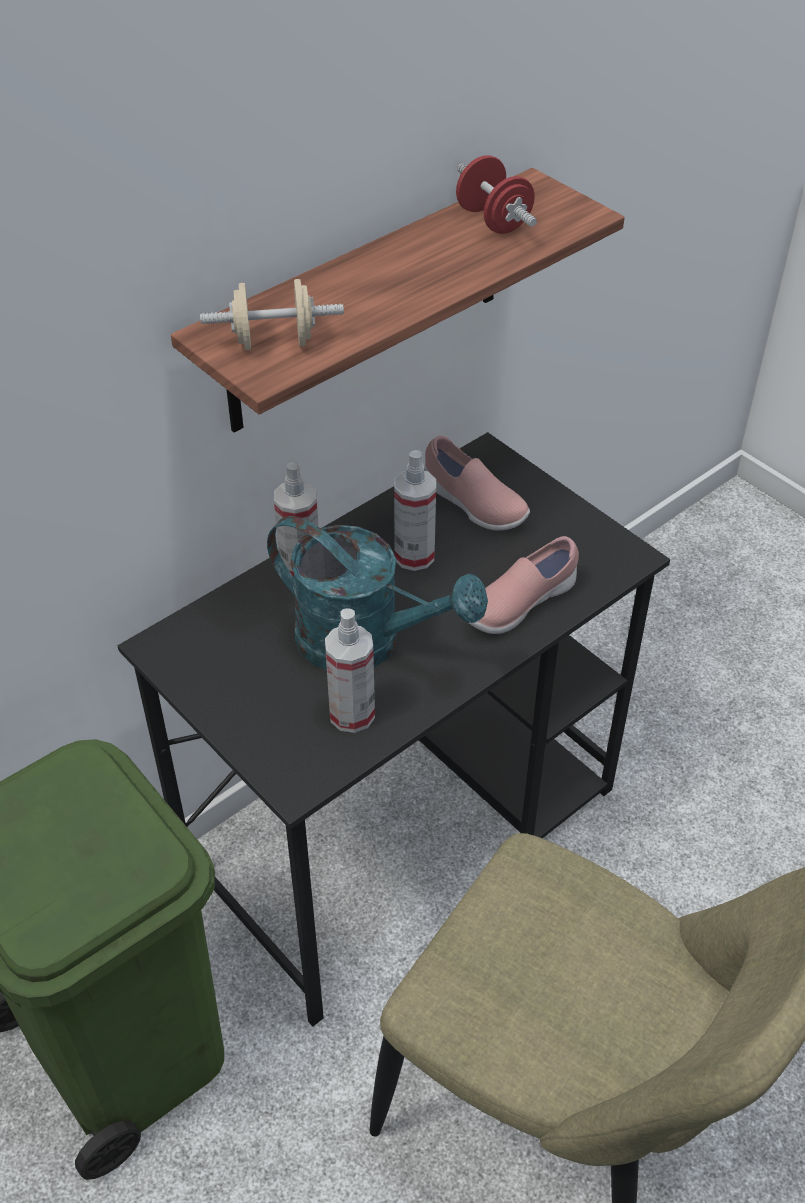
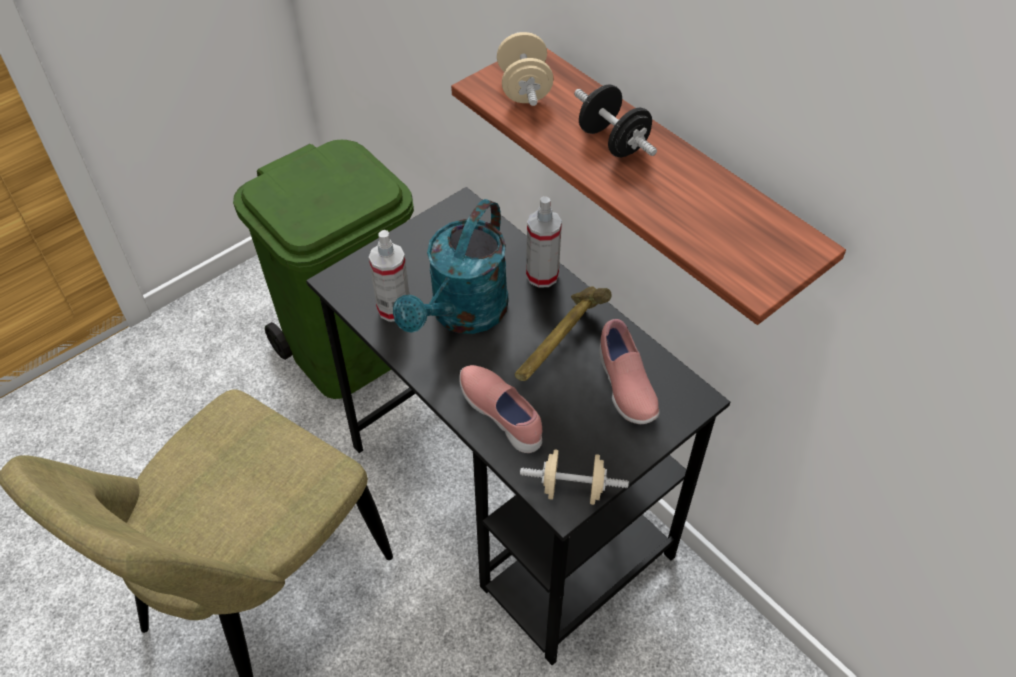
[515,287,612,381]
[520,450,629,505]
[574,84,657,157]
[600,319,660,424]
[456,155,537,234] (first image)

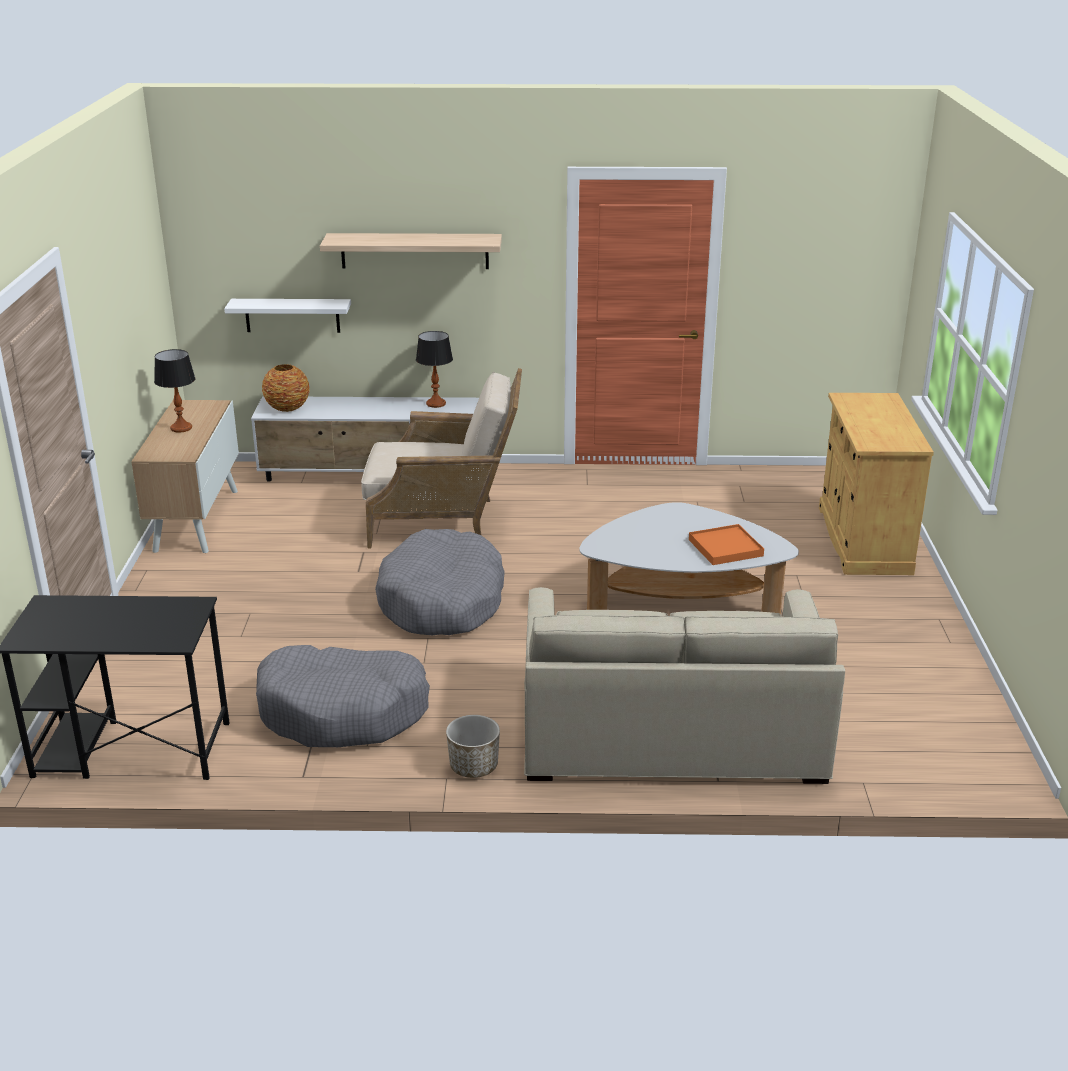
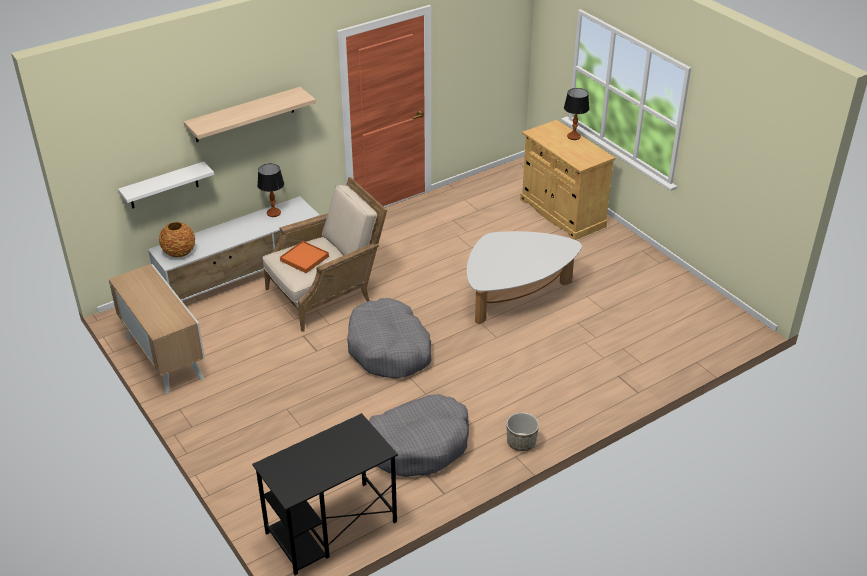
[280,241,329,273]
[564,88,589,140]
[524,587,845,784] (first image)

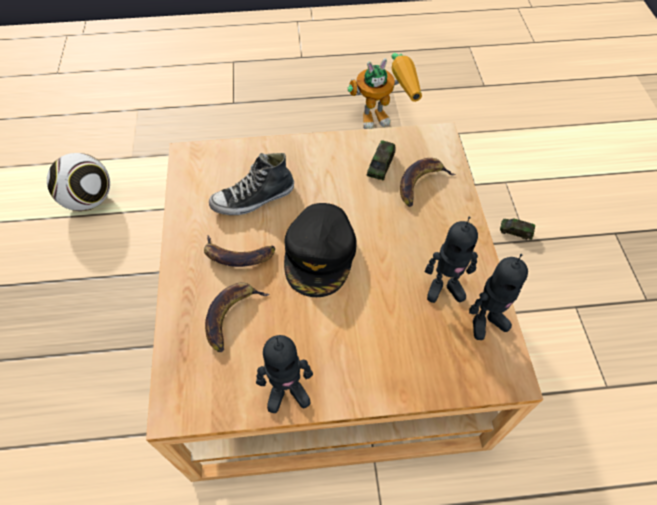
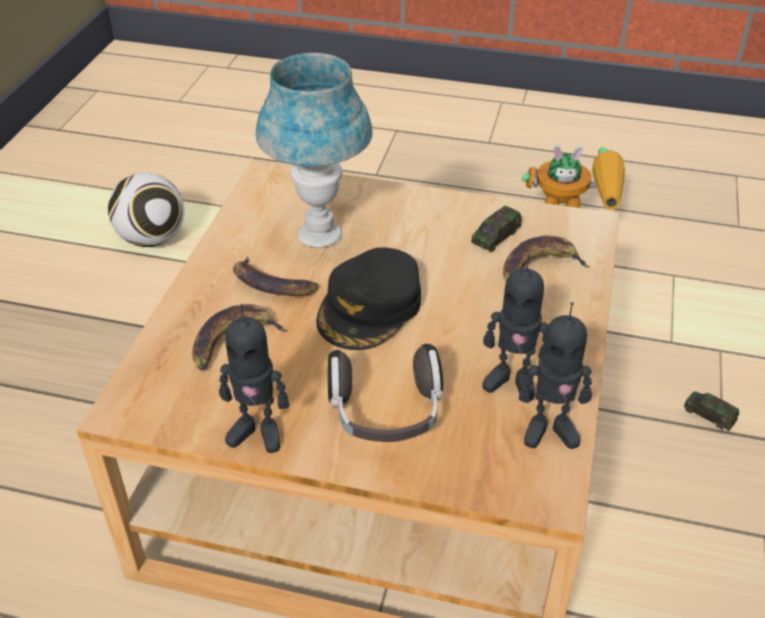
[256,53,372,248]
[328,344,443,442]

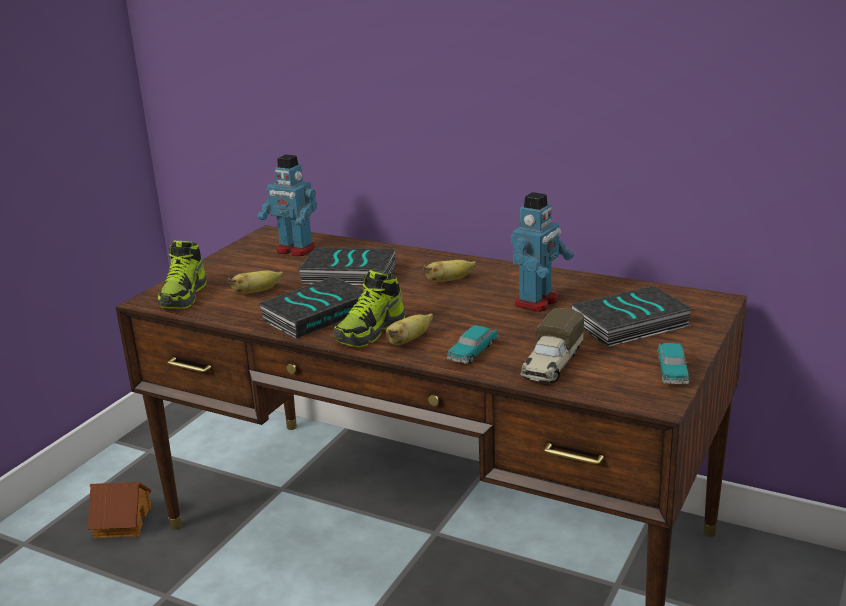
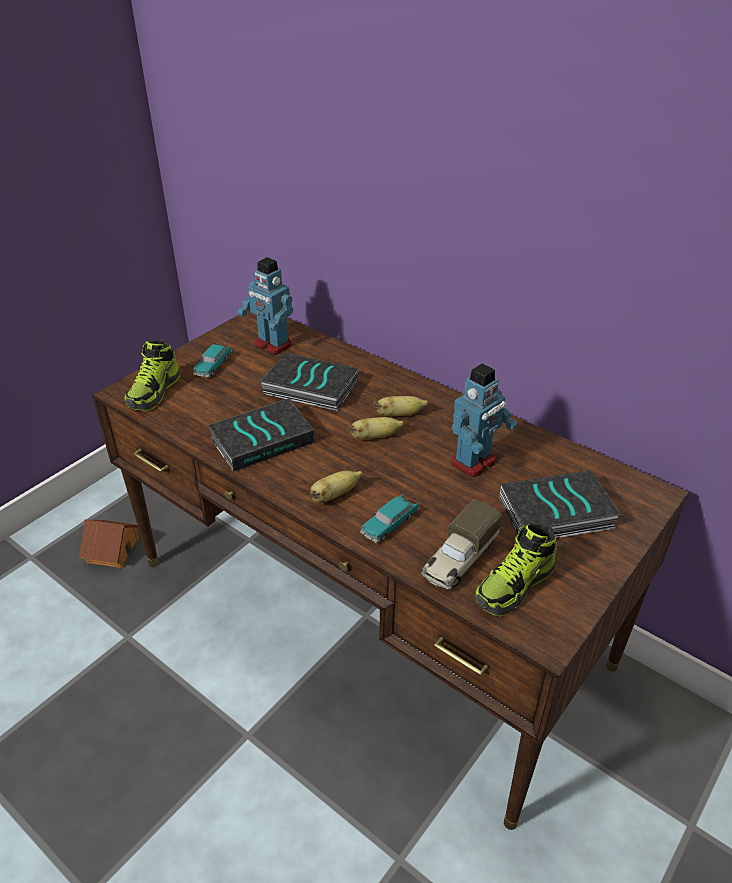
[193,343,232,378]
[348,417,404,439]
[476,523,557,617]

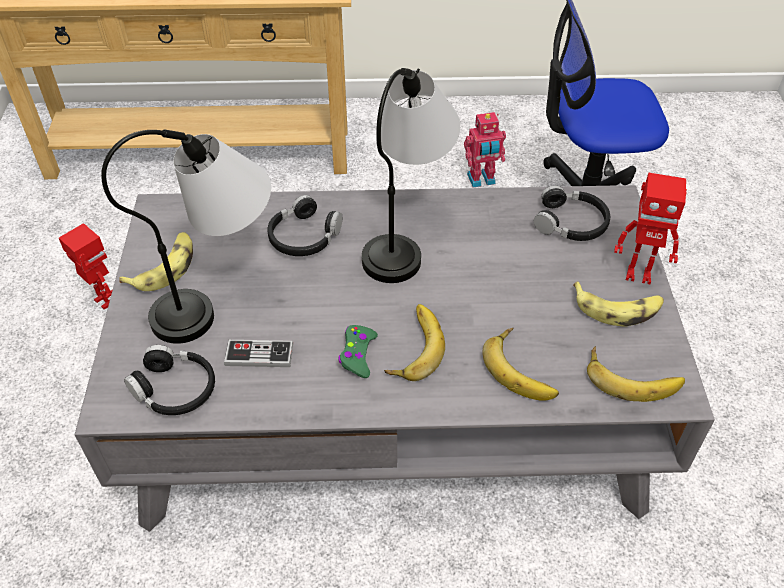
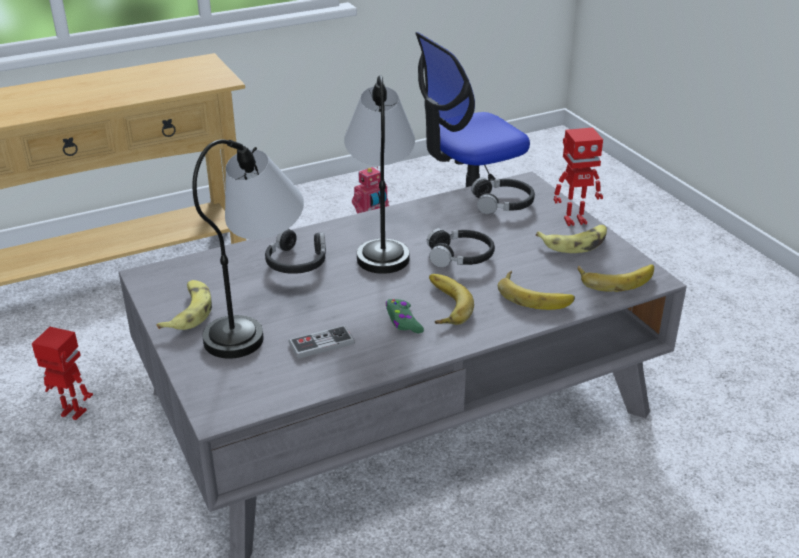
[427,228,495,267]

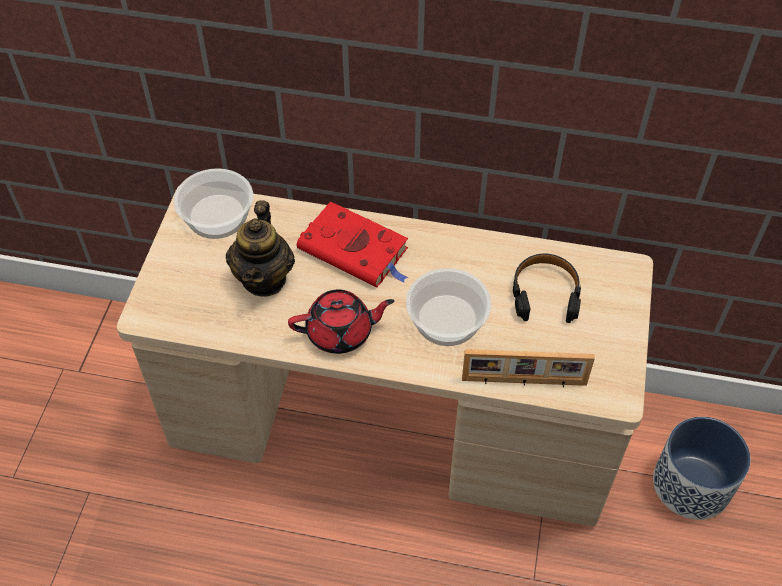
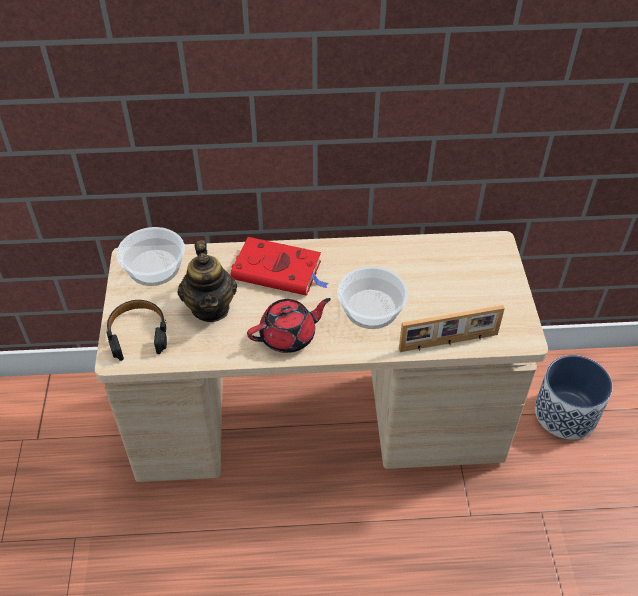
[106,300,167,361]

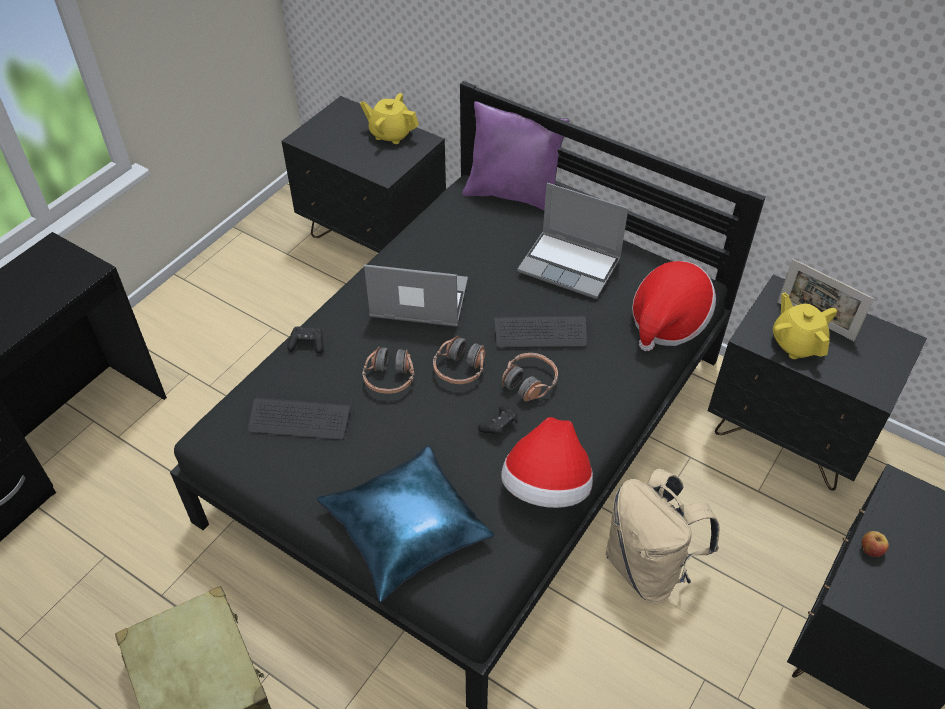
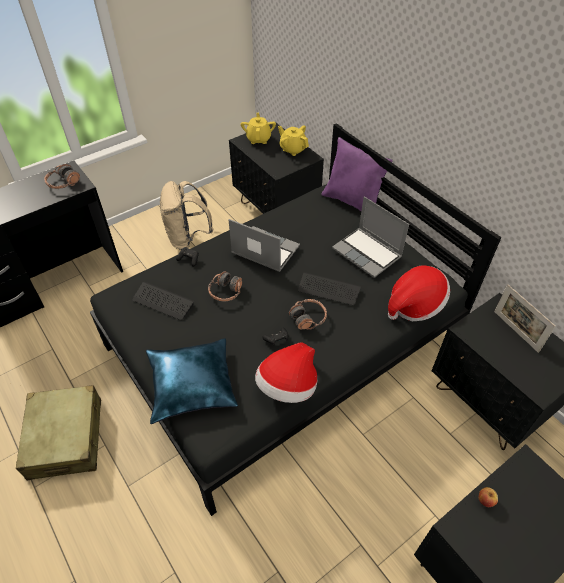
[44,164,80,189]
[160,181,214,250]
[241,113,276,144]

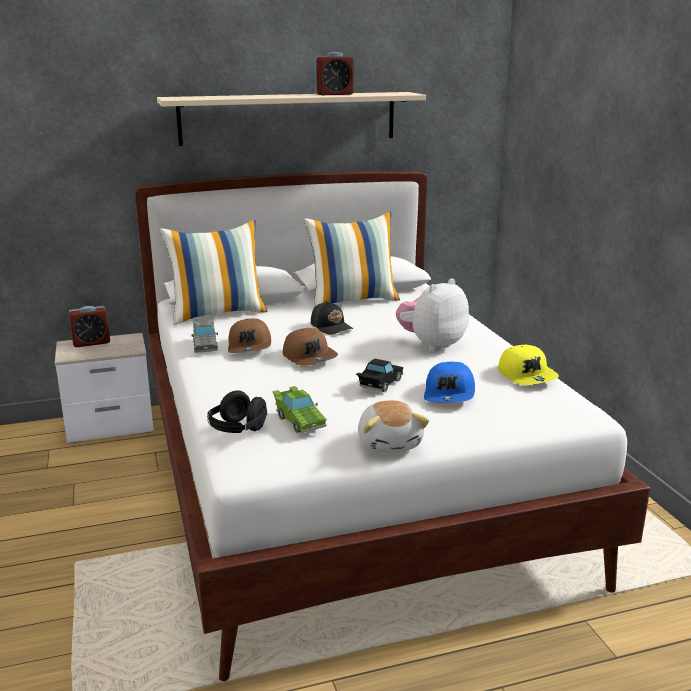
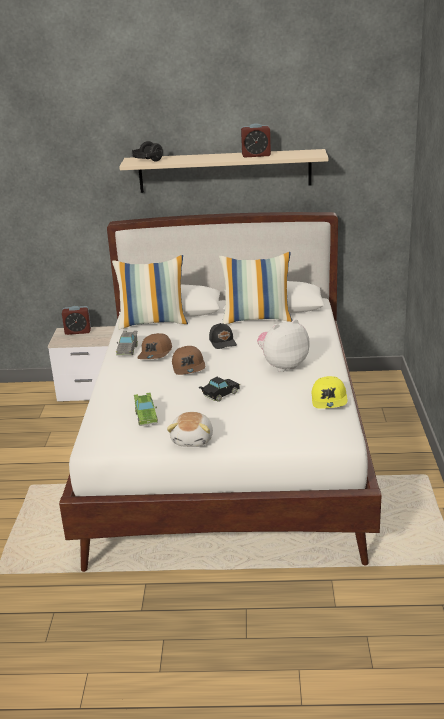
[131,141,163,162]
[424,362,475,402] (first image)

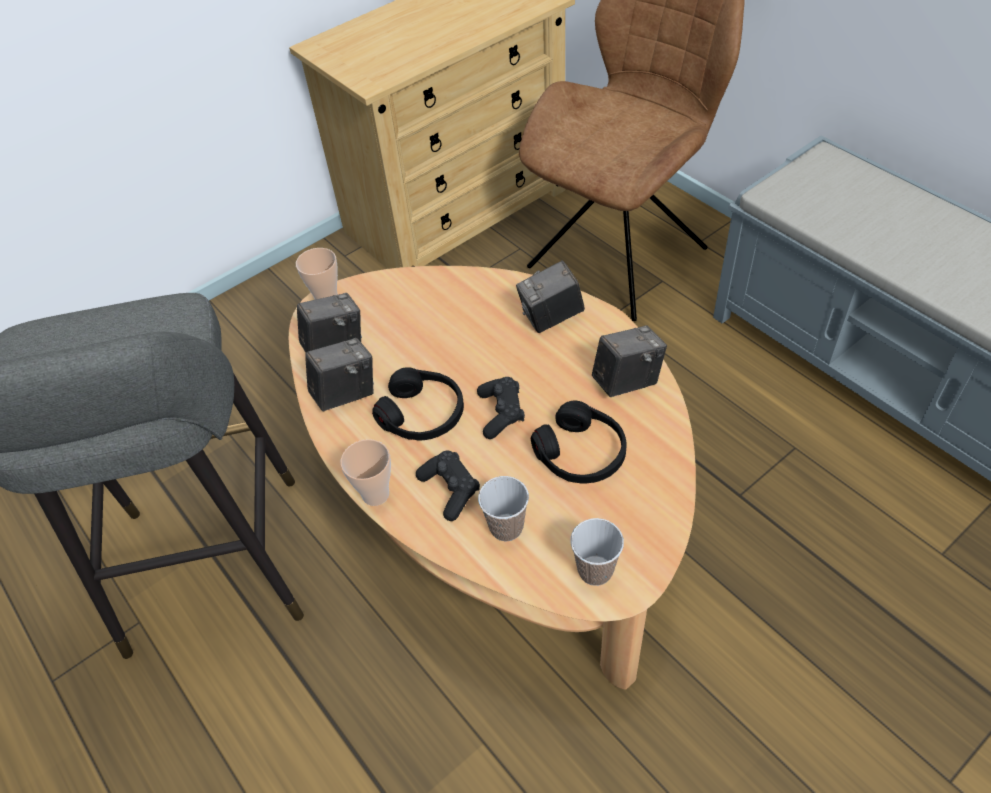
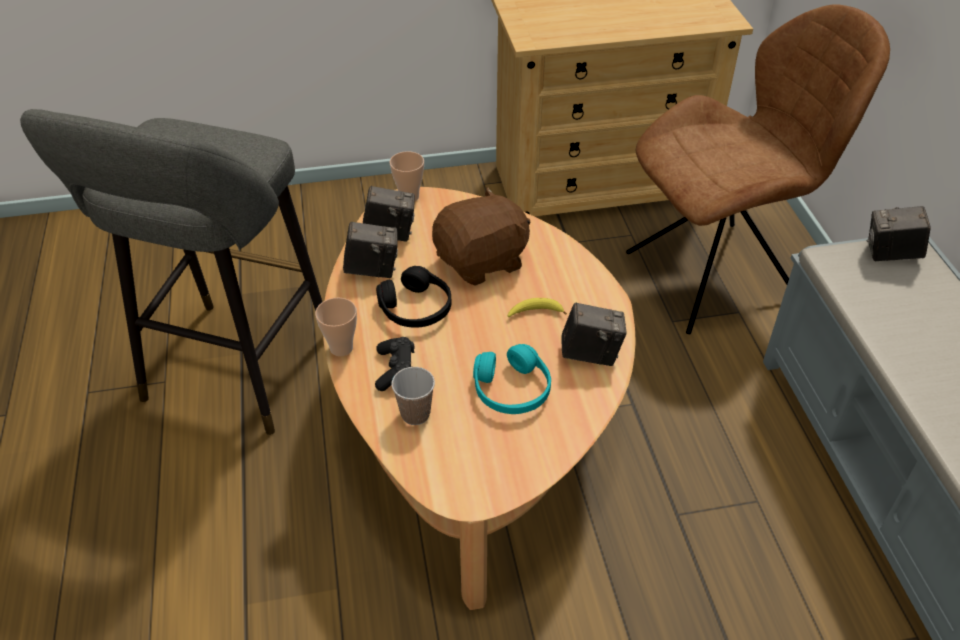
[432,187,530,286]
[473,344,551,414]
[507,298,567,317]
[867,206,931,261]
[477,377,525,439] (first image)
[570,518,624,586] (first image)

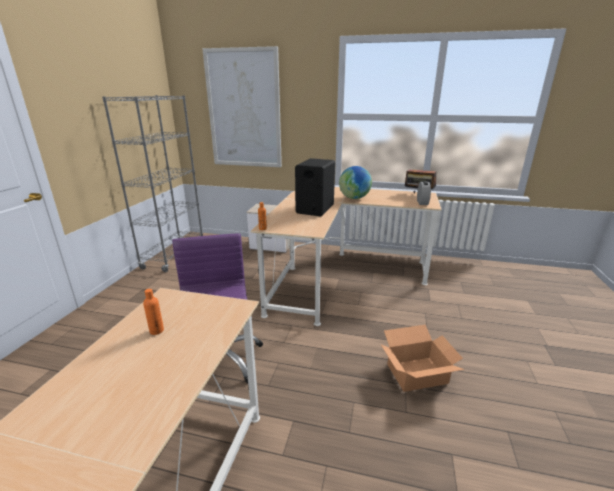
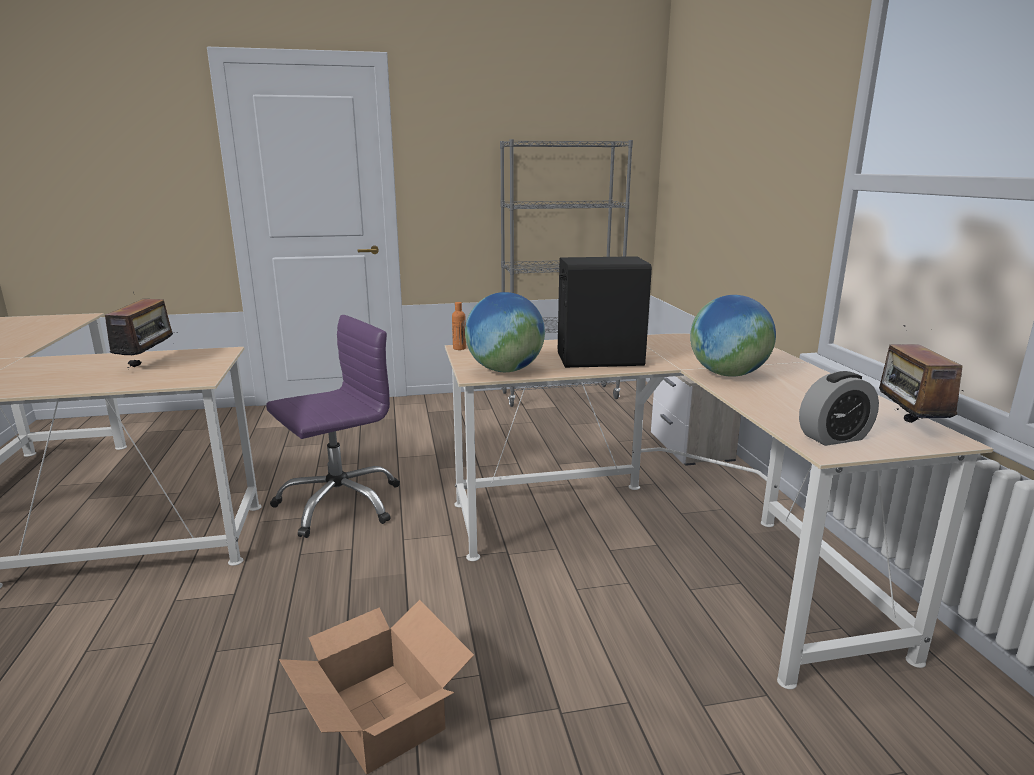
[105,292,177,368]
[465,292,545,372]
[202,46,282,167] (first image)

